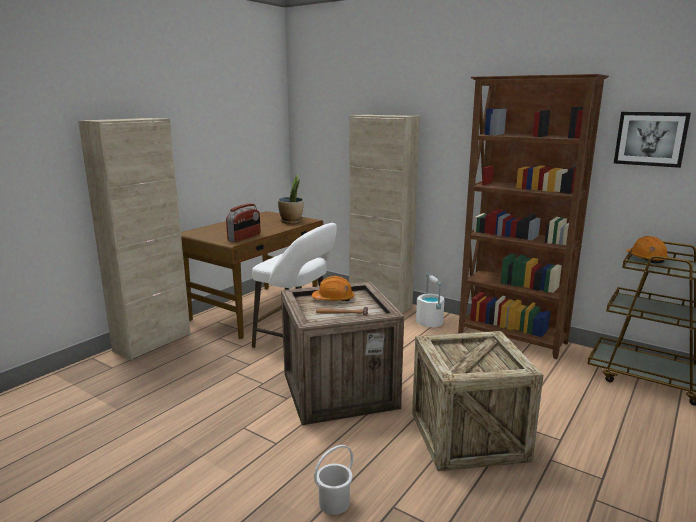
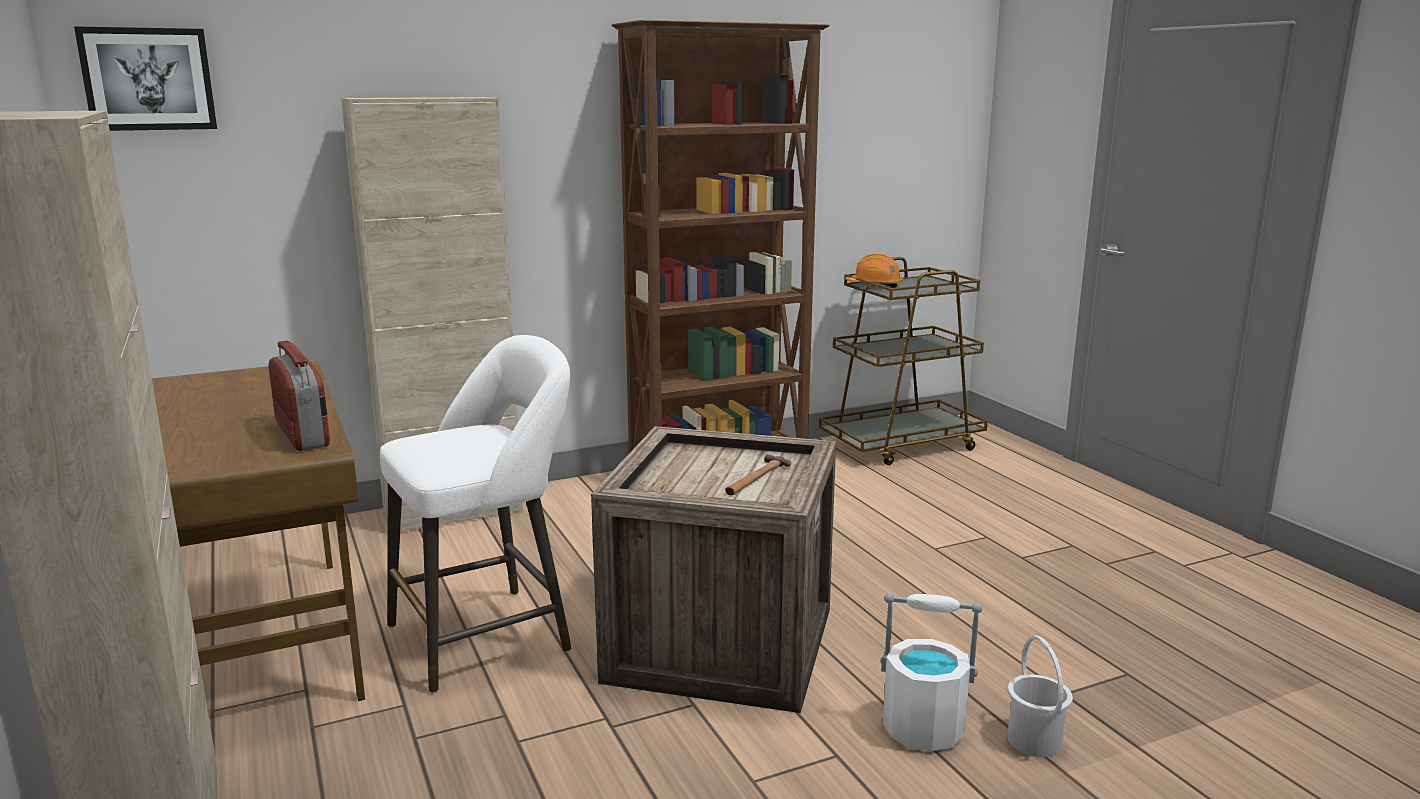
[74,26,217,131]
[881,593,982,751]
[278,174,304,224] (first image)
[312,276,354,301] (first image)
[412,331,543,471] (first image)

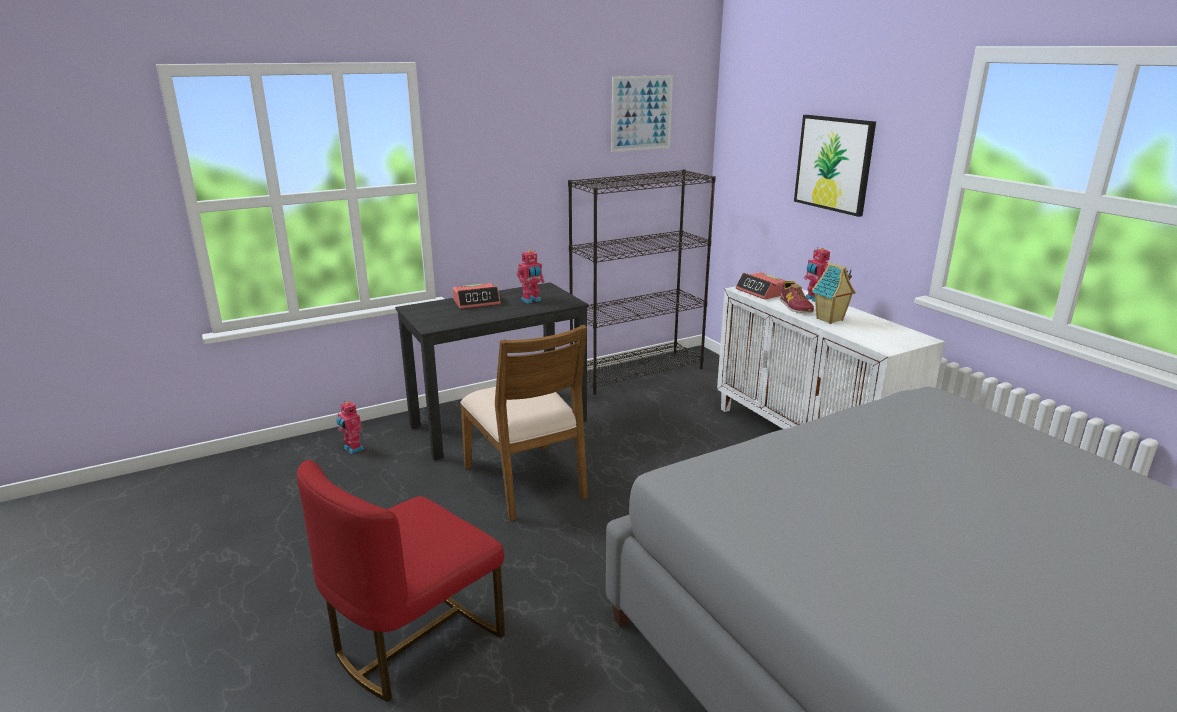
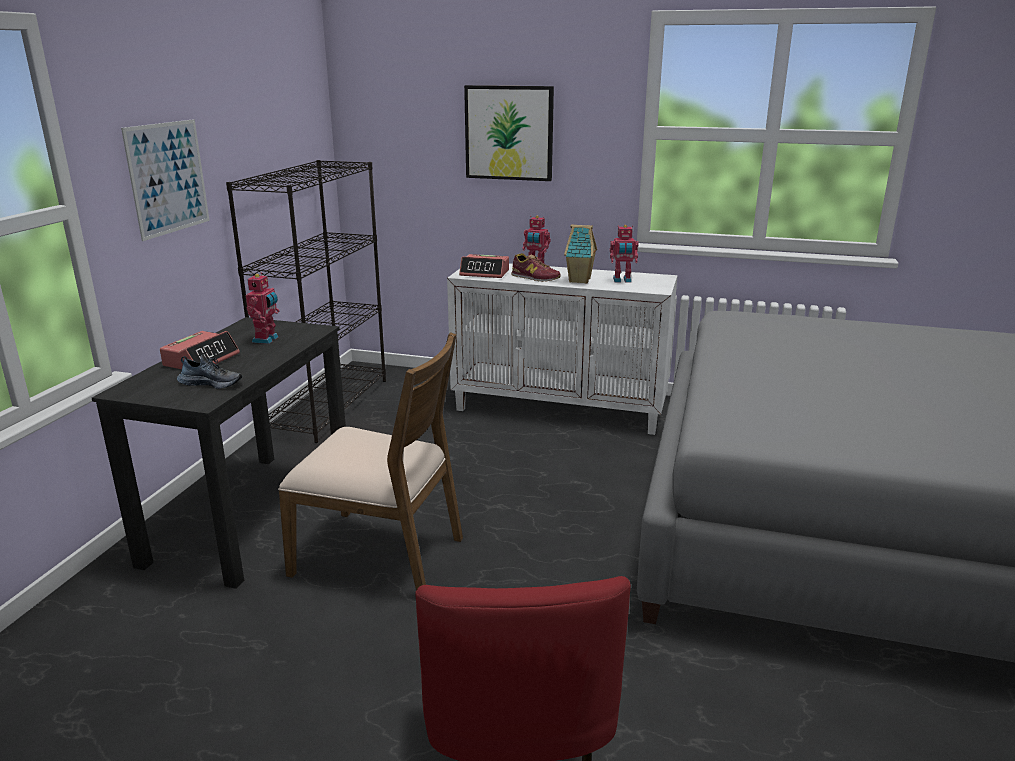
[121,119,210,241]
[177,355,242,389]
[610,225,639,282]

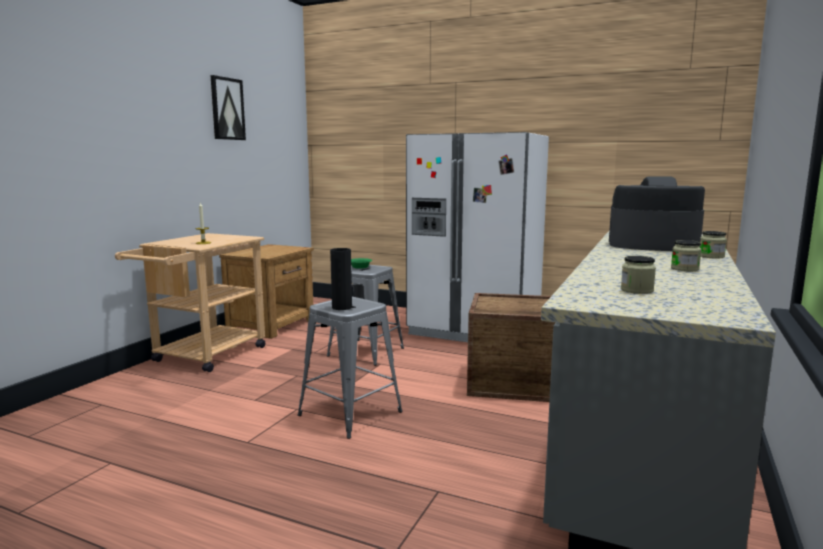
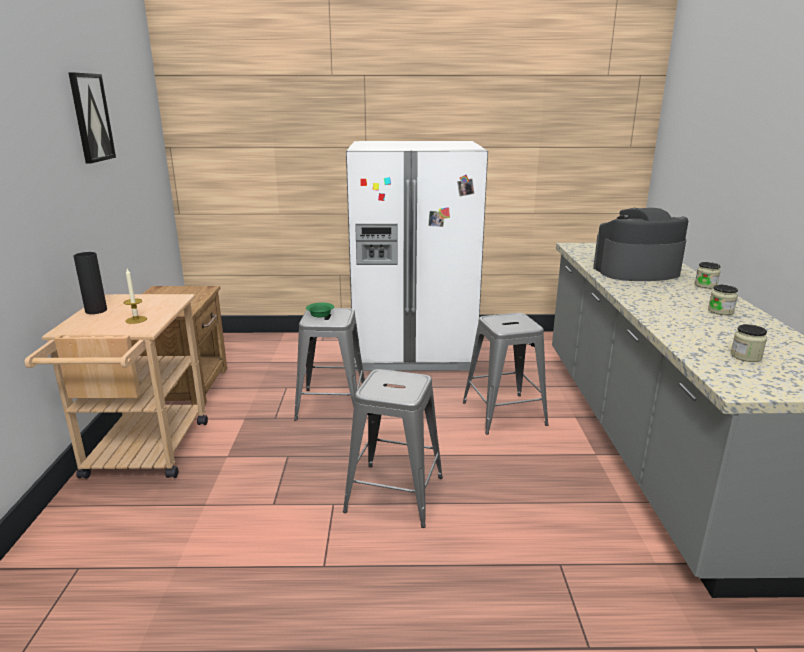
[73,252,107,314]
[463,313,549,435]

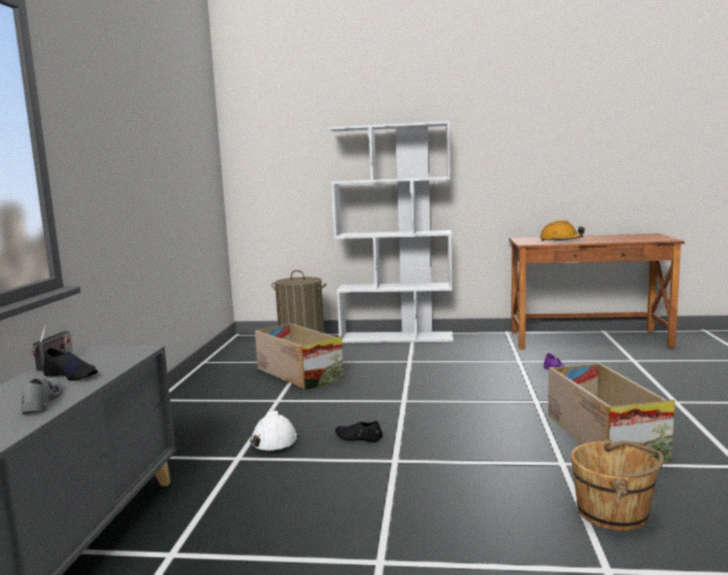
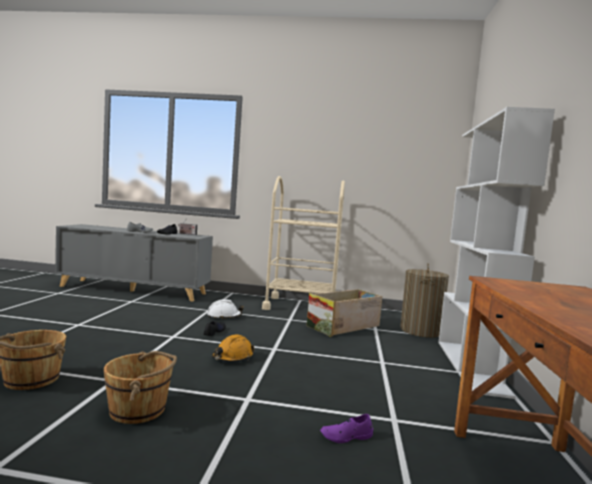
[104,351,177,424]
[212,334,255,362]
[262,176,345,310]

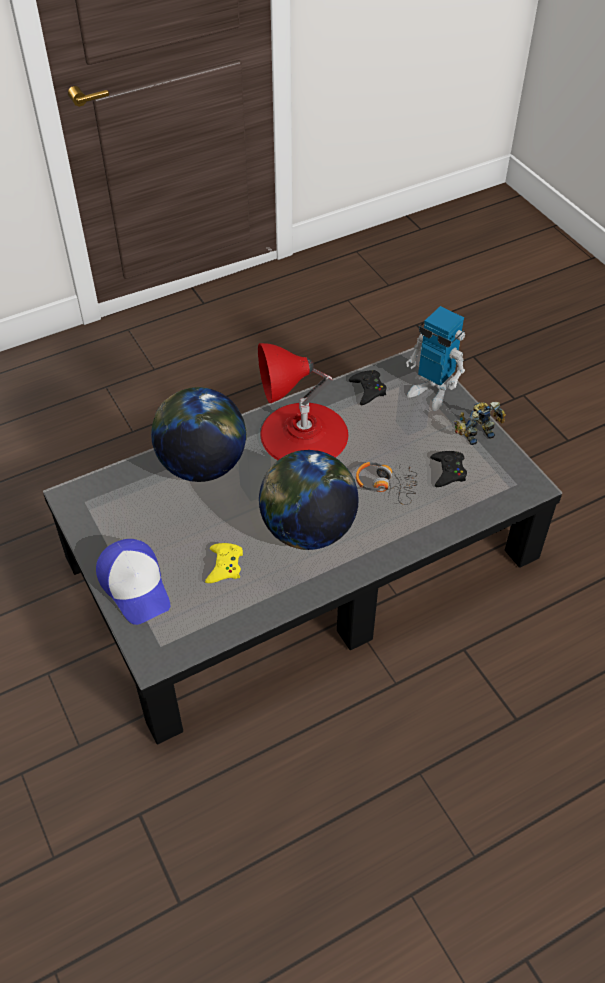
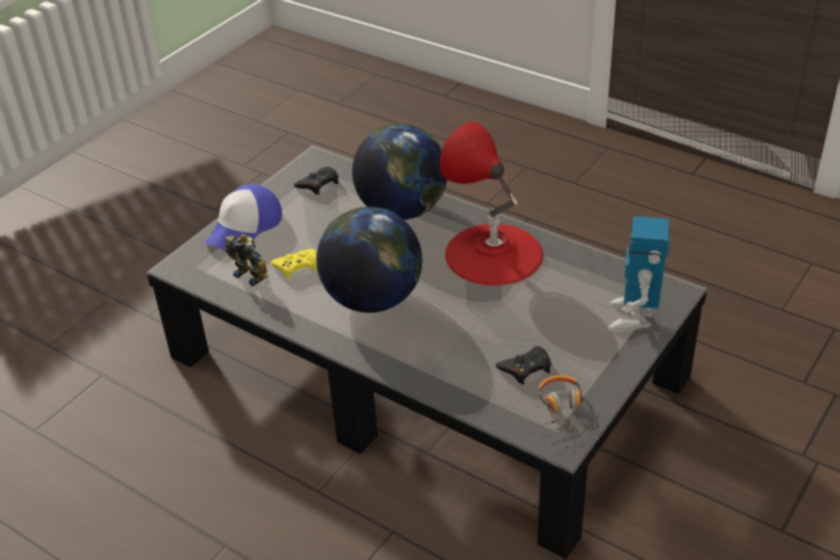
[225,234,268,286]
[294,167,339,195]
[538,375,603,437]

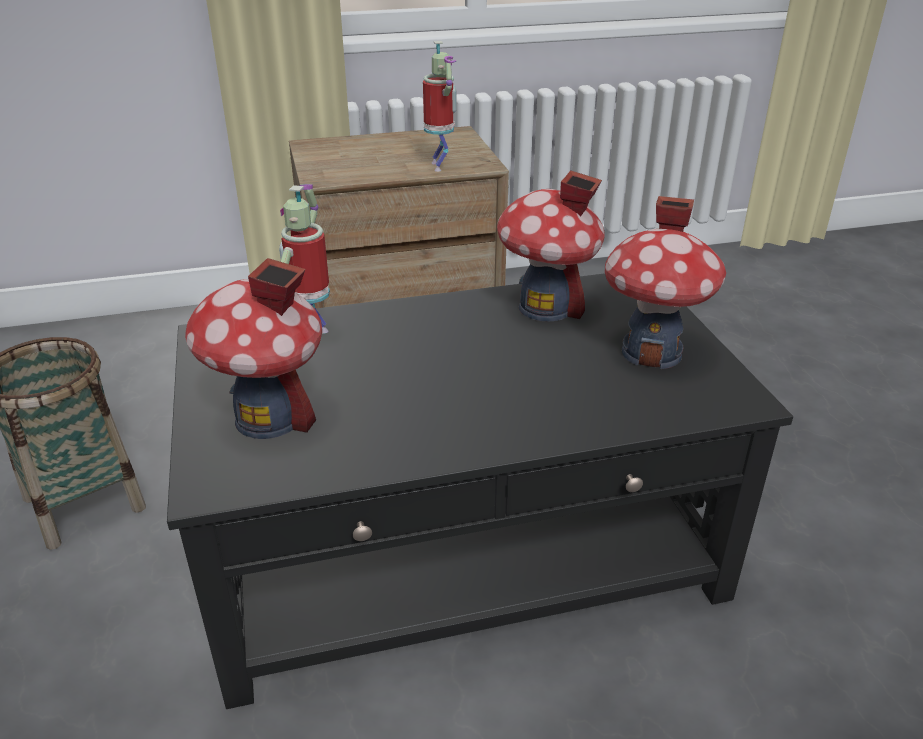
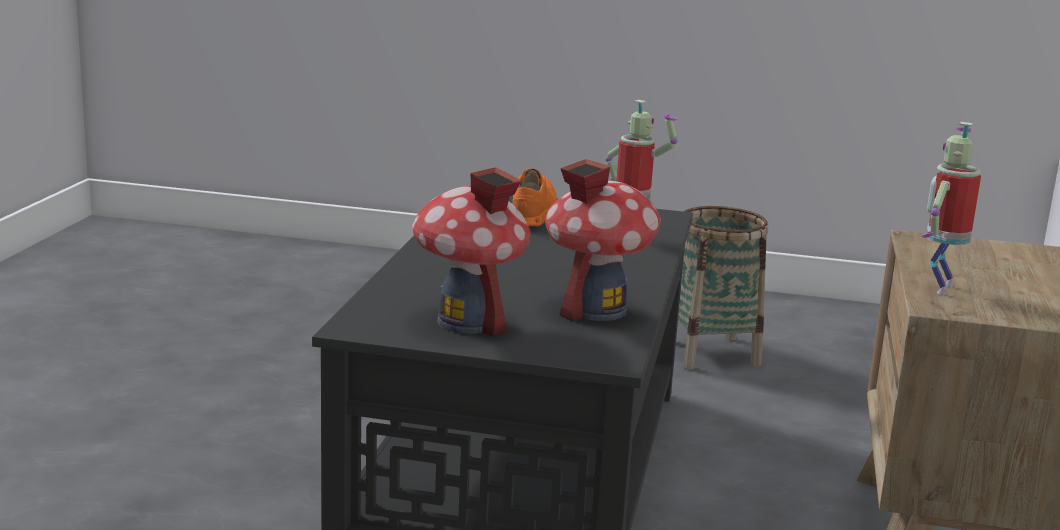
[512,169,557,226]
[921,122,981,295]

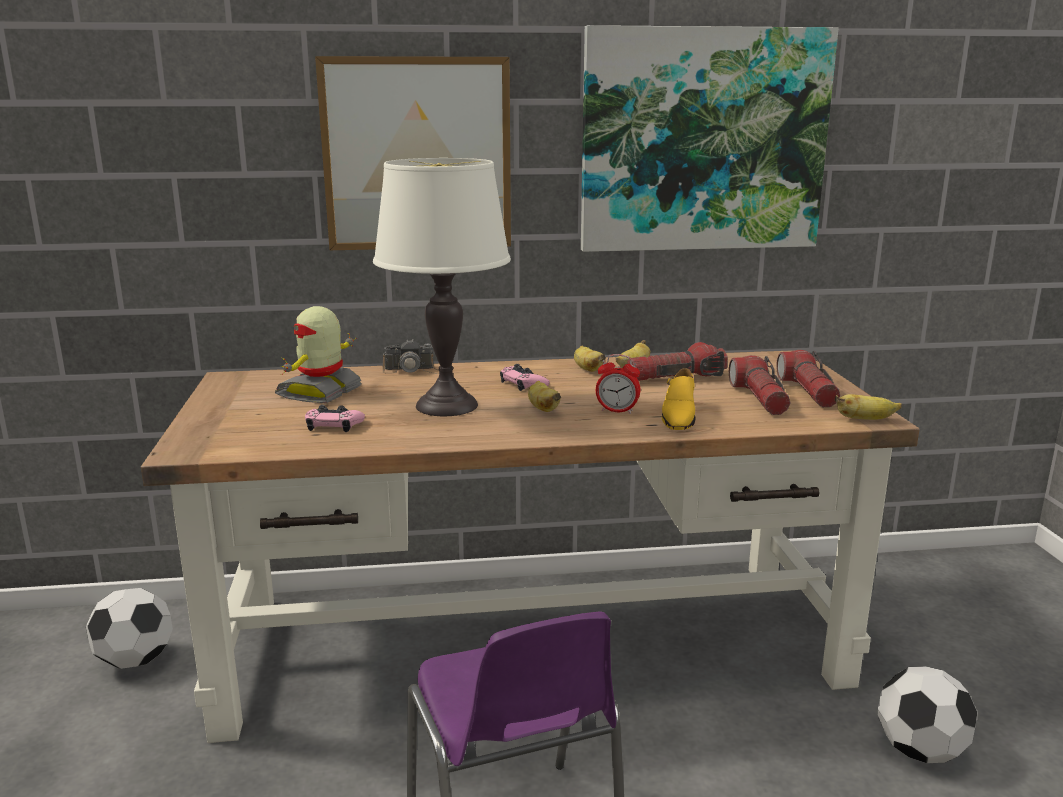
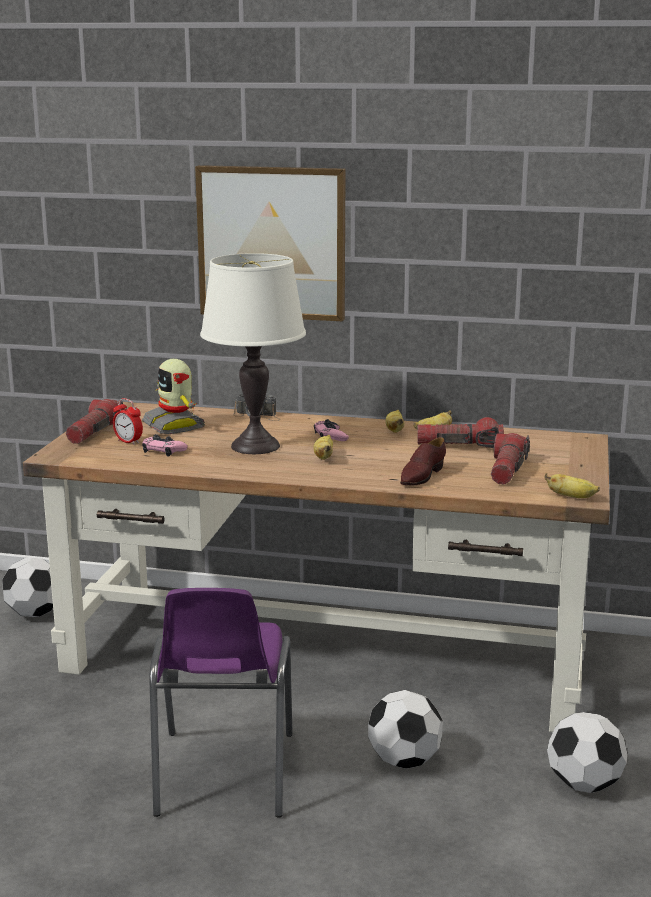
[66,399,124,444]
[113,398,143,445]
[142,359,205,434]
[368,690,443,769]
[400,437,446,485]
[581,25,839,252] (first image)

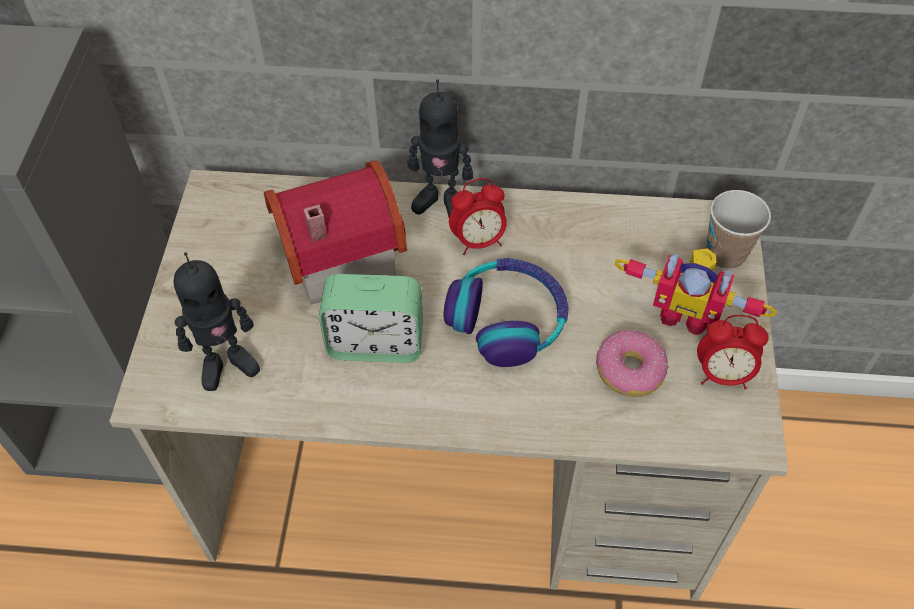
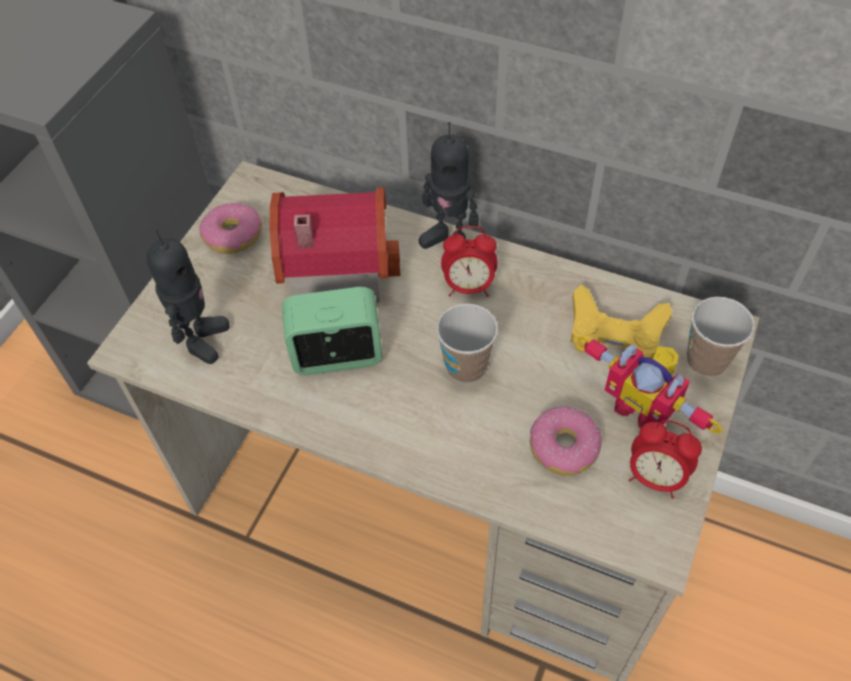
[146,229,230,364]
[199,203,262,254]
[282,287,382,375]
[436,304,498,383]
[570,285,672,359]

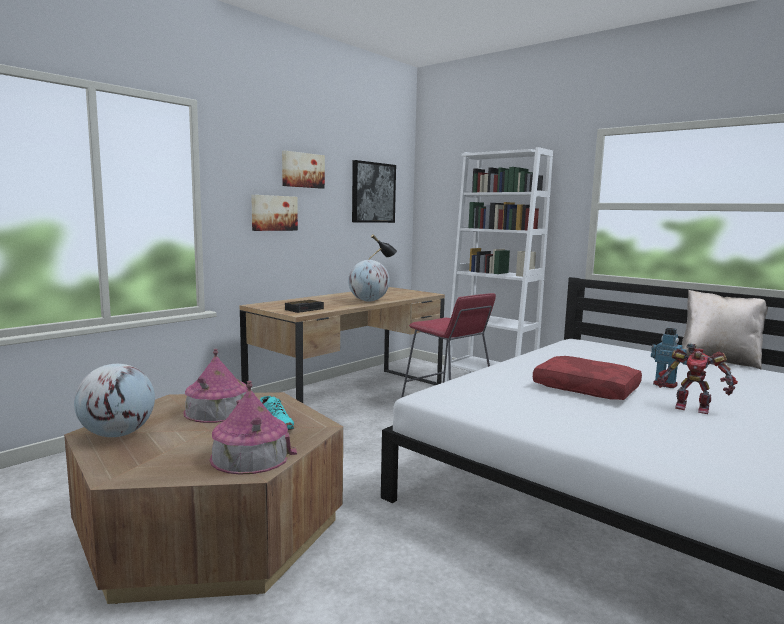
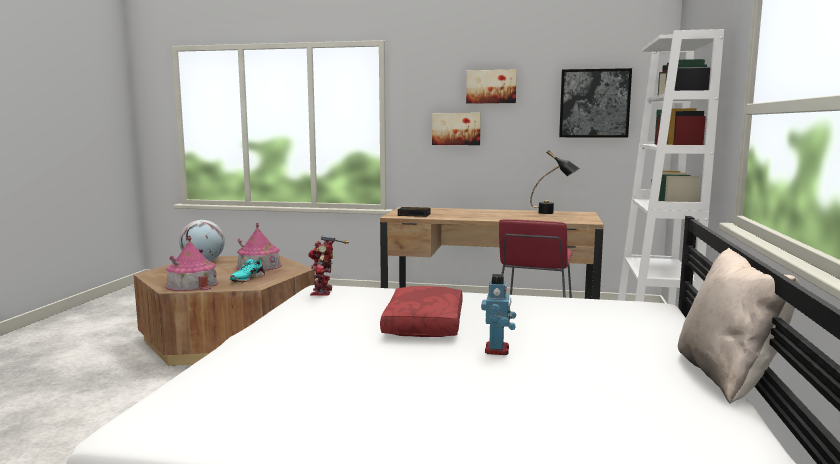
[308,236,349,296]
[348,260,390,301] (first image)

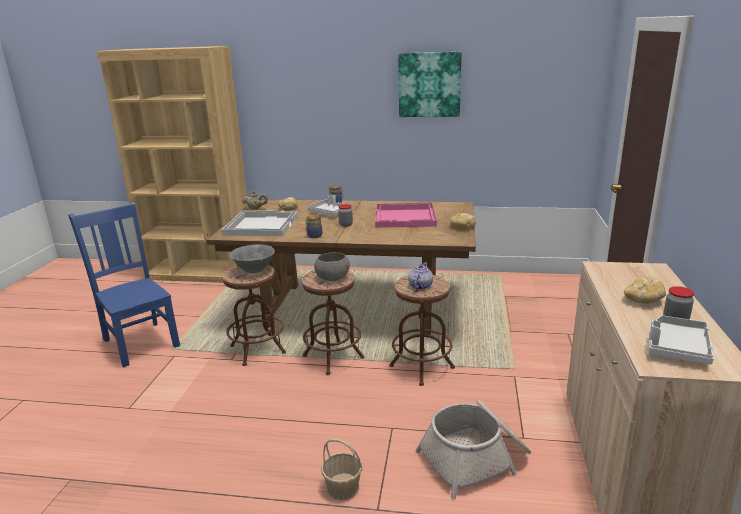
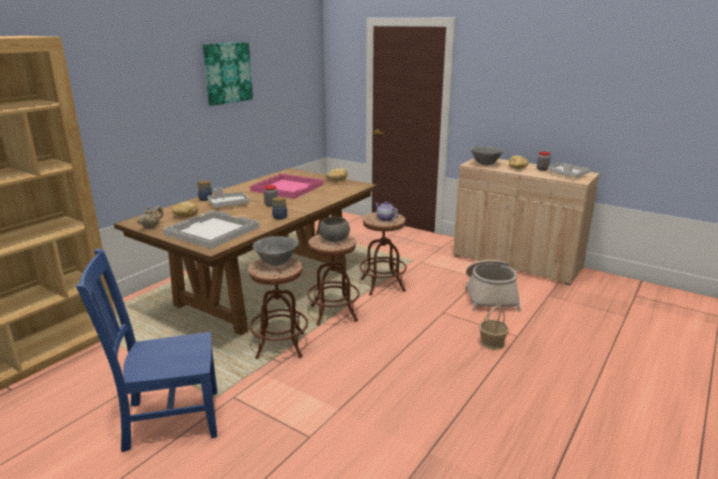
[470,146,504,166]

